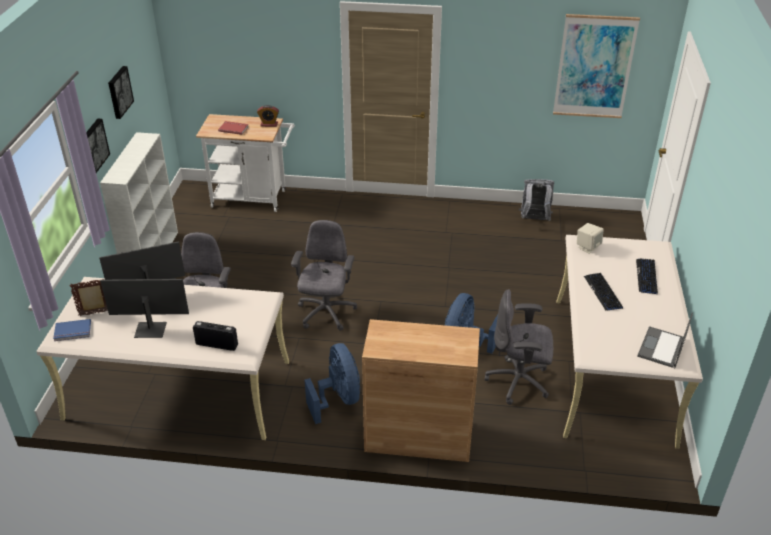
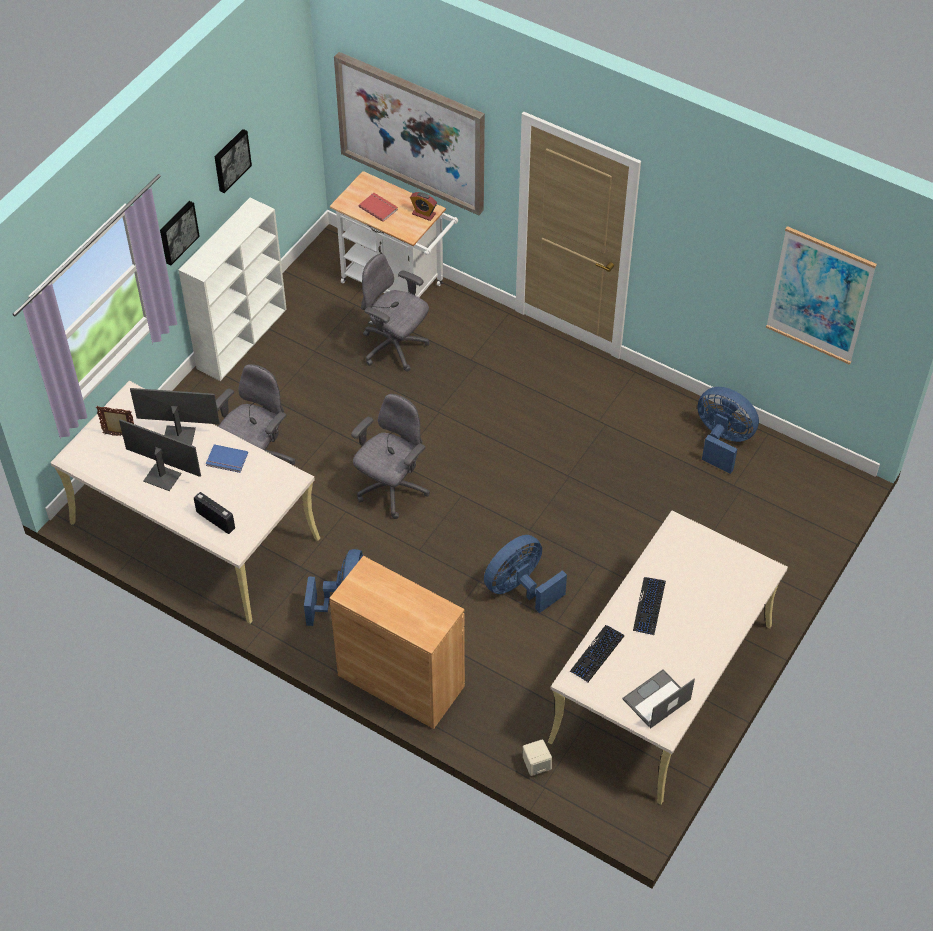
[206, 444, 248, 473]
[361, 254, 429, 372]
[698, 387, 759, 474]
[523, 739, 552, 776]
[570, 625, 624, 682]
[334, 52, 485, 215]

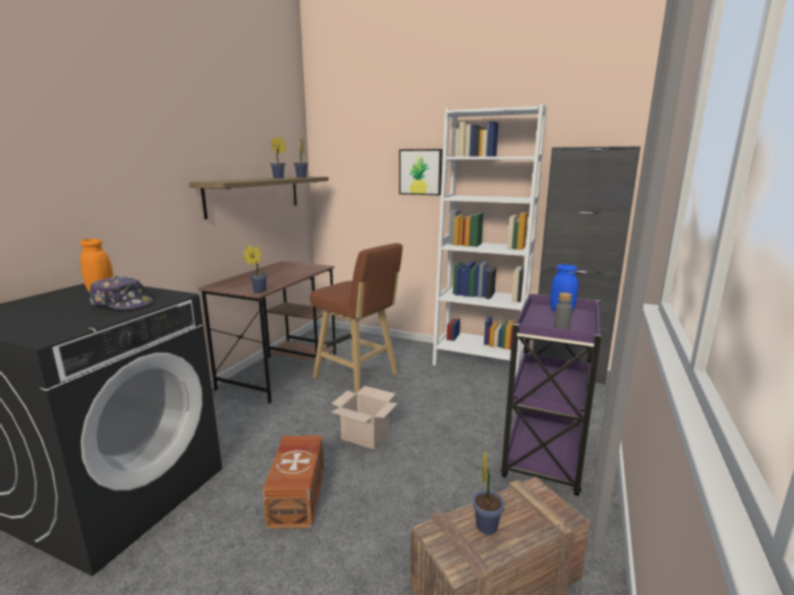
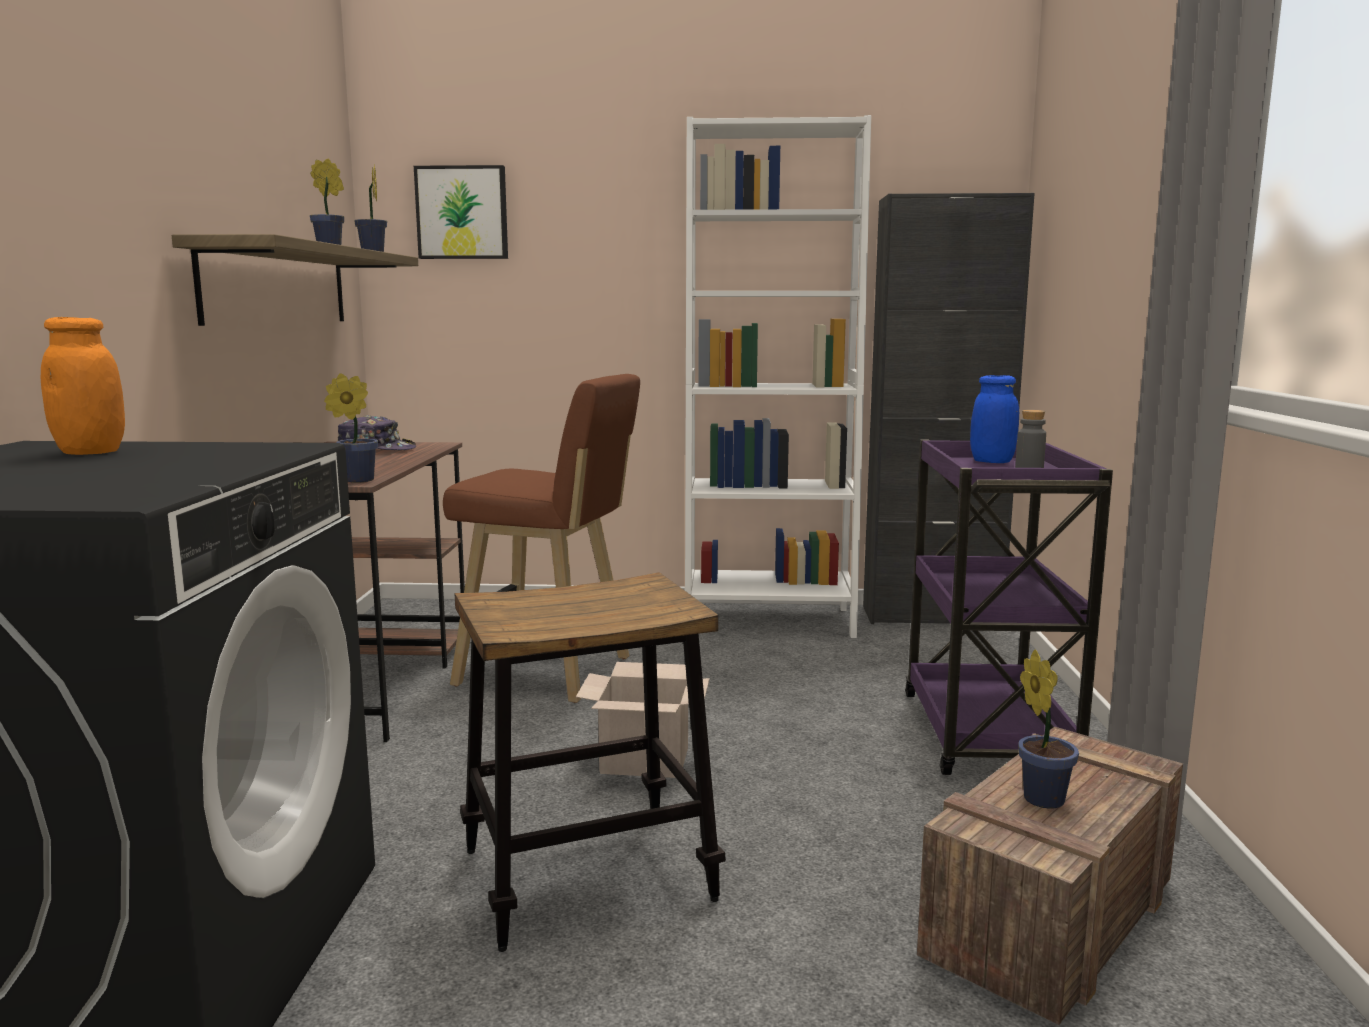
[338, 415, 416, 450]
[455, 572, 726, 952]
[414, 165, 508, 259]

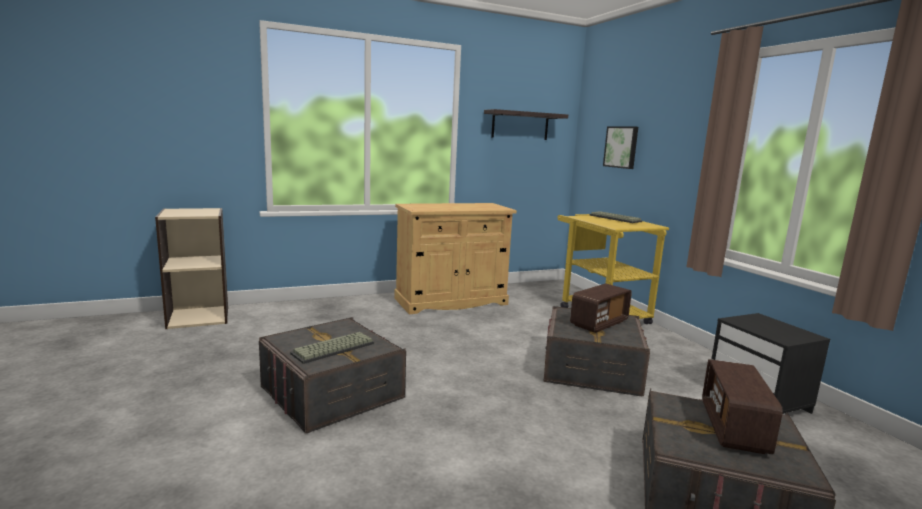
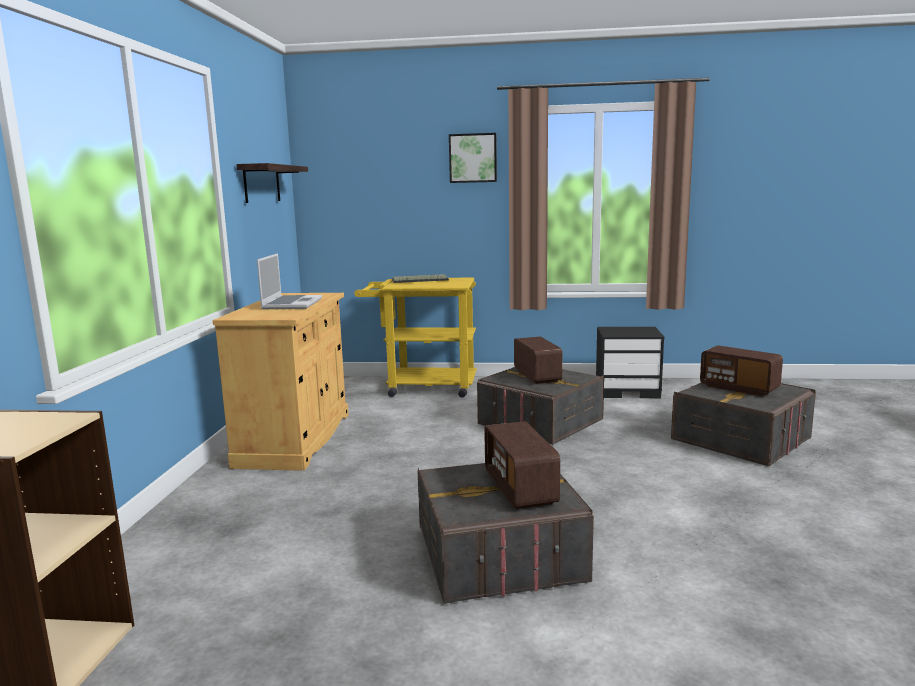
[484, 421, 560, 509]
[449, 133, 497, 183]
[257, 253, 322, 309]

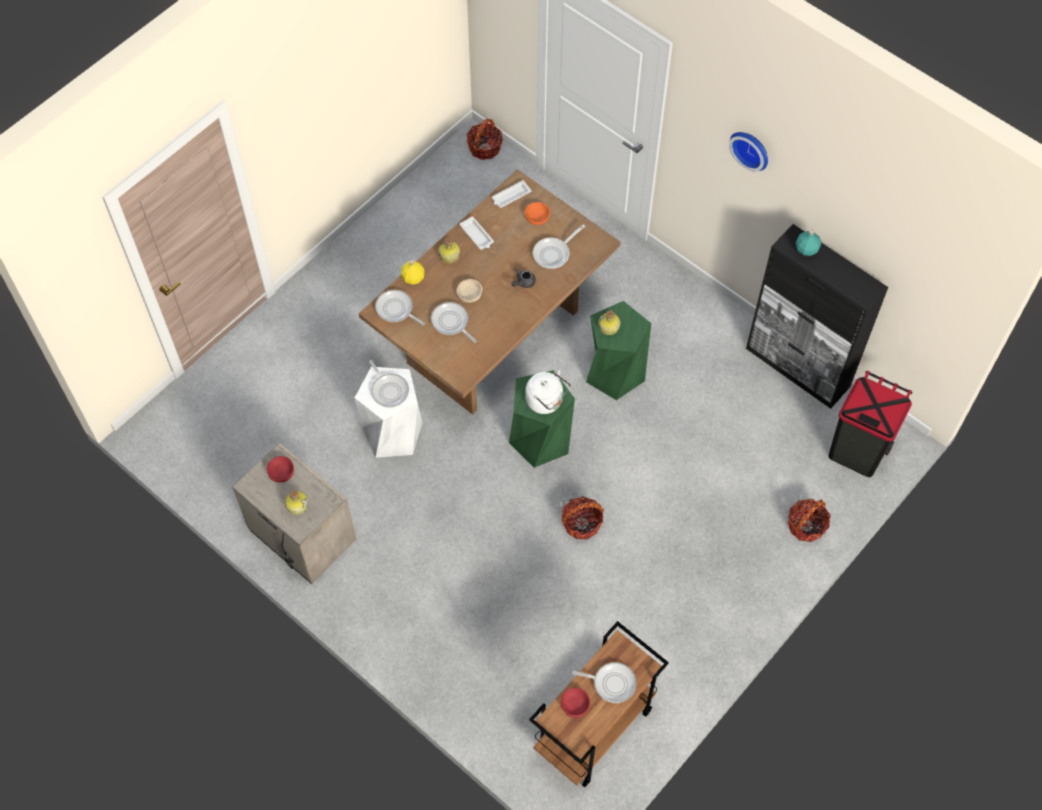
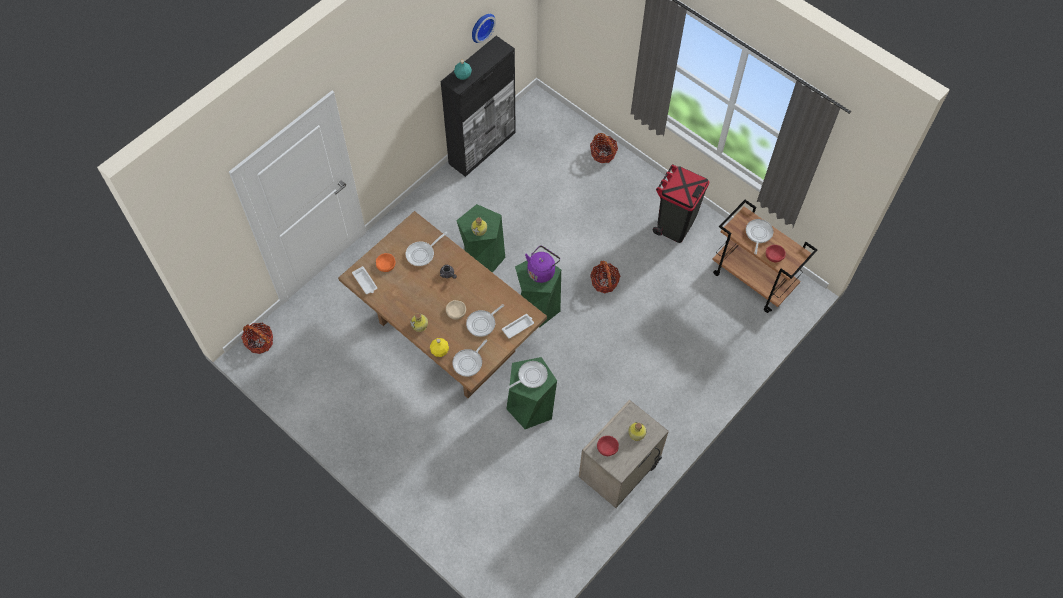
[506, 357, 557, 429]
[502, 314, 534, 339]
[525, 245, 560, 283]
[406, 232, 447, 266]
[472, 14, 496, 43]
[653, 164, 709, 243]

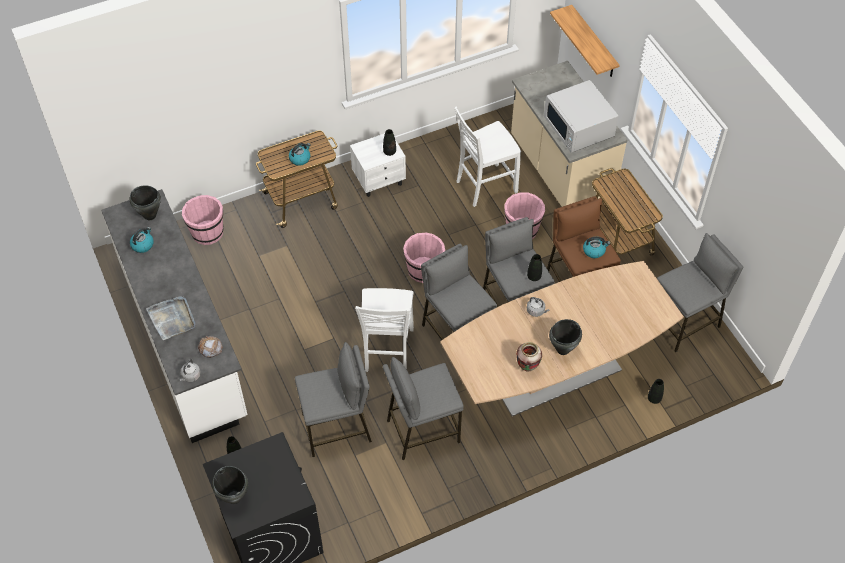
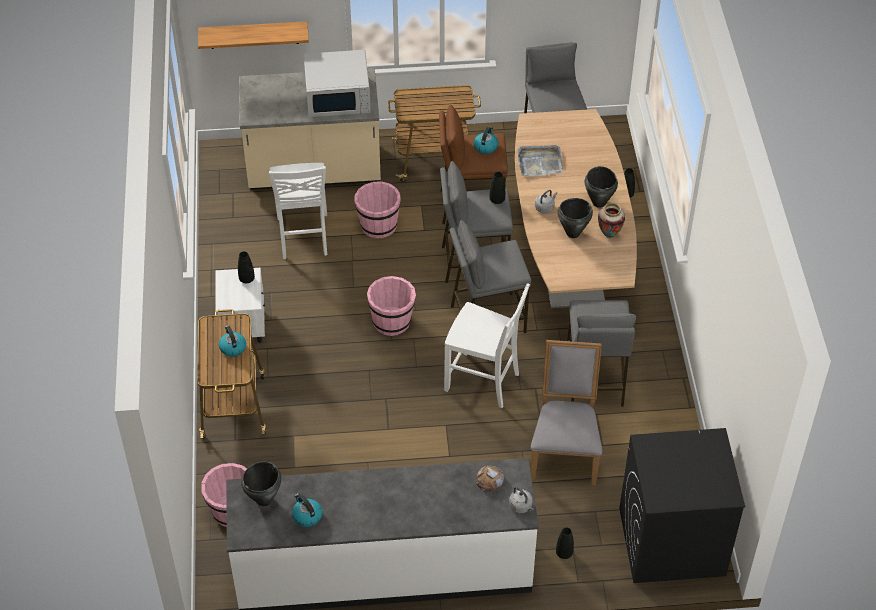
[518, 145, 563, 177]
[558, 198, 593, 238]
[531, 340, 602, 485]

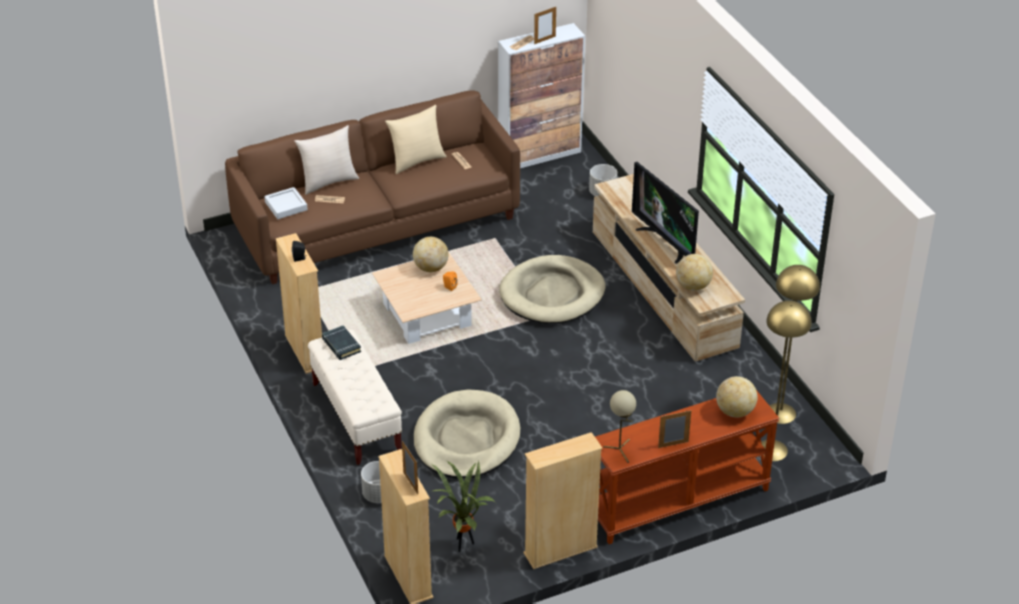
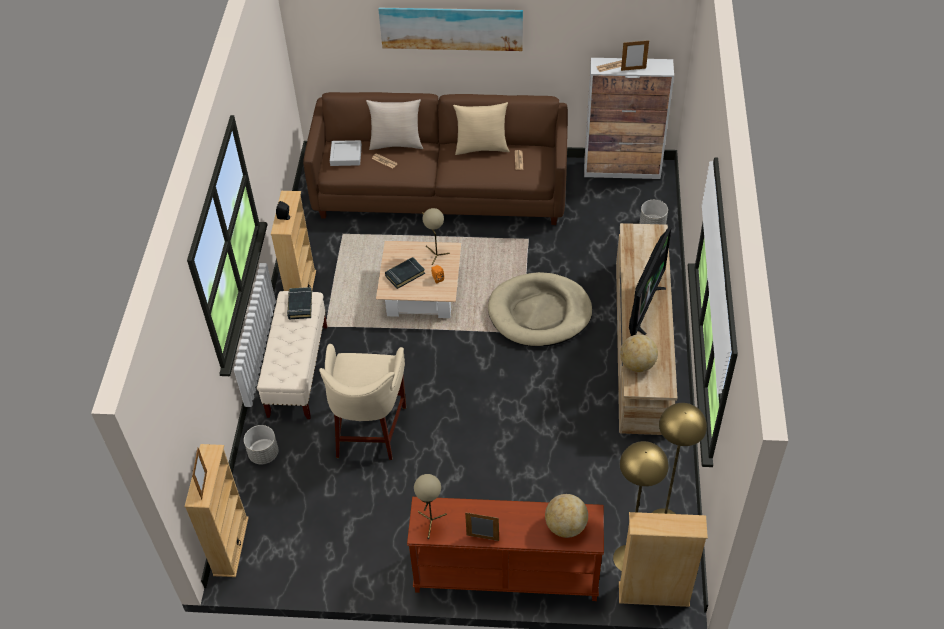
[422, 208, 450, 265]
[319, 344, 406, 460]
[432, 460, 495, 552] (first image)
[619, 512, 708, 607]
[629, 226, 672, 336]
[378, 8, 523, 51]
[385, 257, 425, 289]

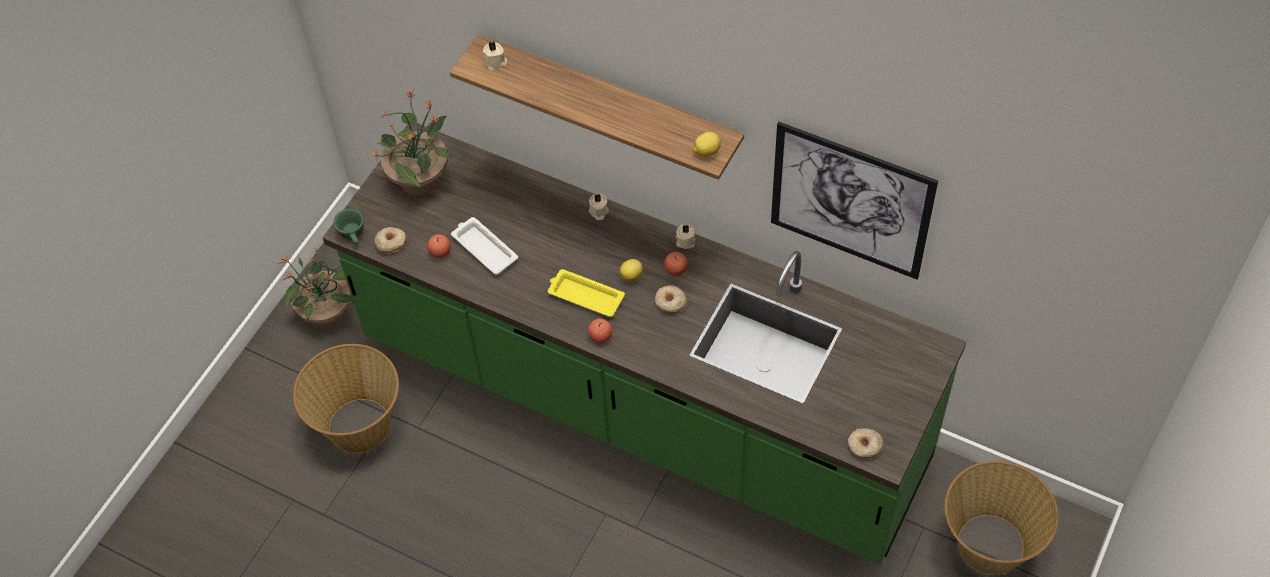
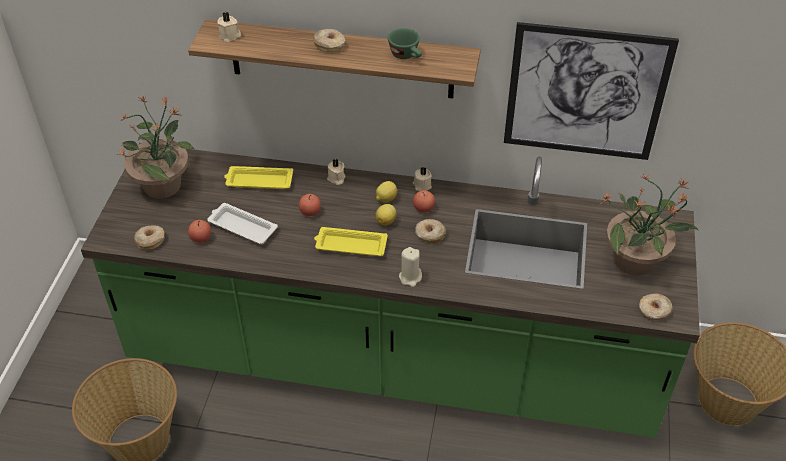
[601, 173, 698, 276]
[388, 28, 422, 59]
[299, 194, 321, 216]
[376, 181, 397, 202]
[224, 166, 293, 189]
[313, 29, 346, 53]
[399, 247, 422, 287]

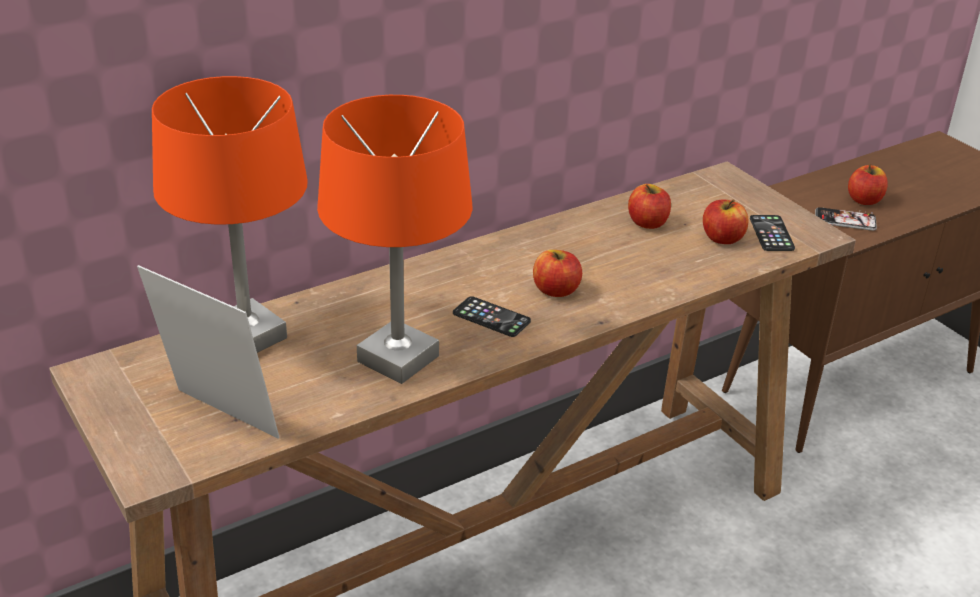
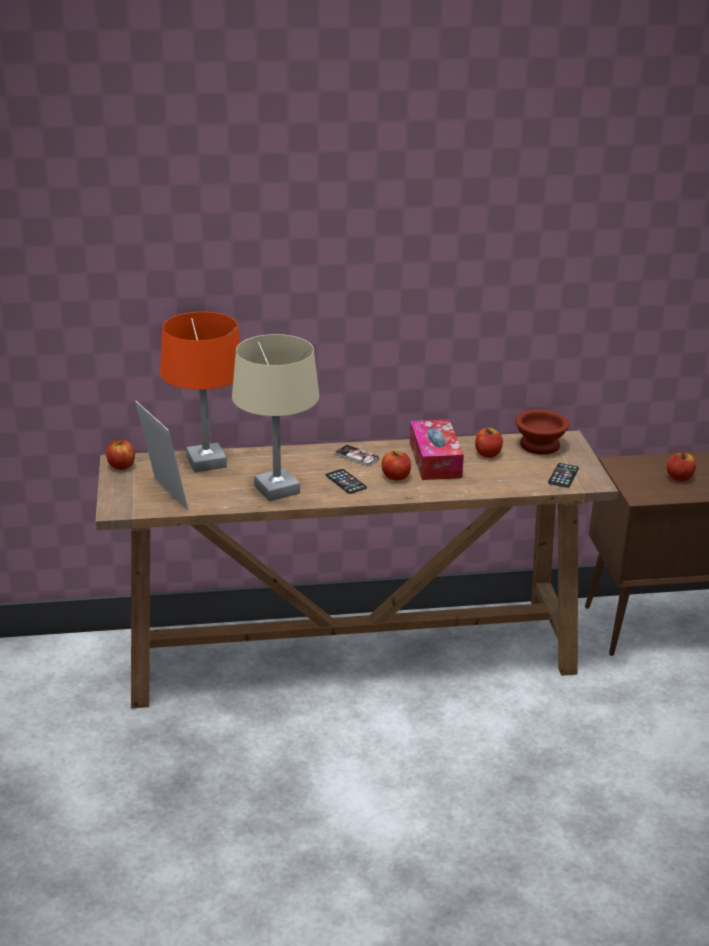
[232, 334, 319, 502]
[106, 439, 135, 470]
[335, 445, 380, 466]
[410, 419, 464, 480]
[515, 409, 569, 455]

